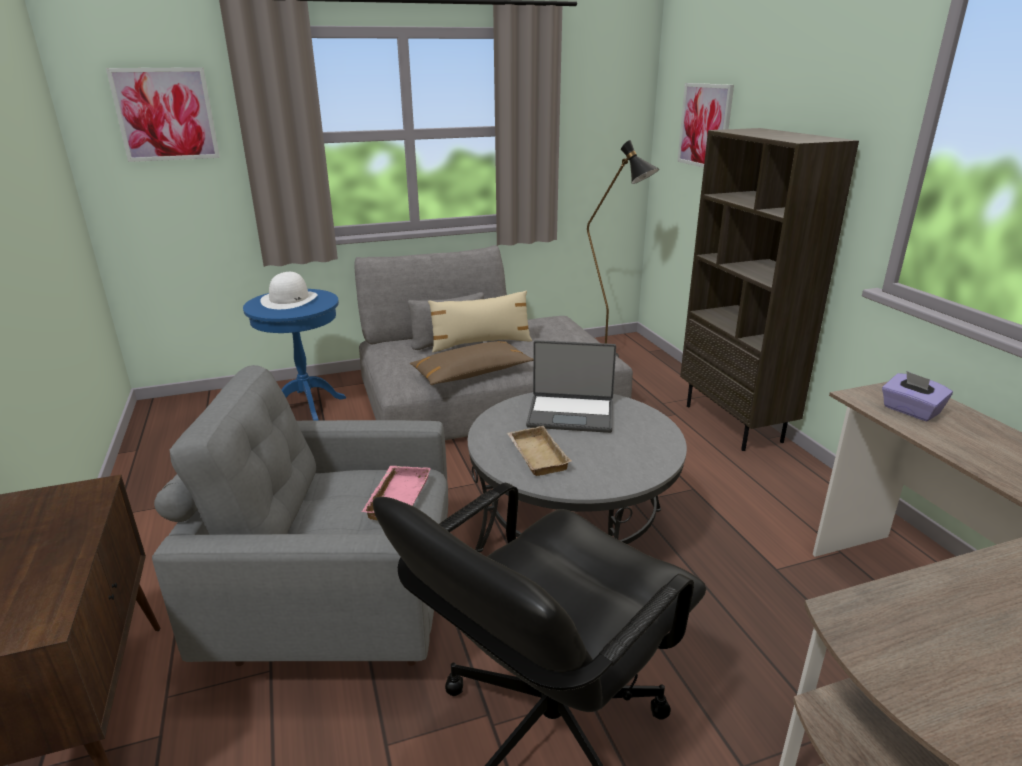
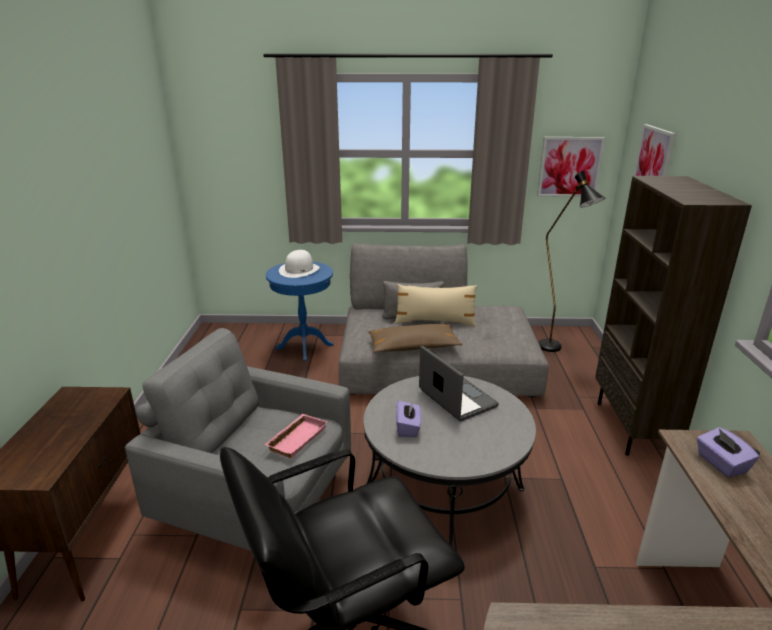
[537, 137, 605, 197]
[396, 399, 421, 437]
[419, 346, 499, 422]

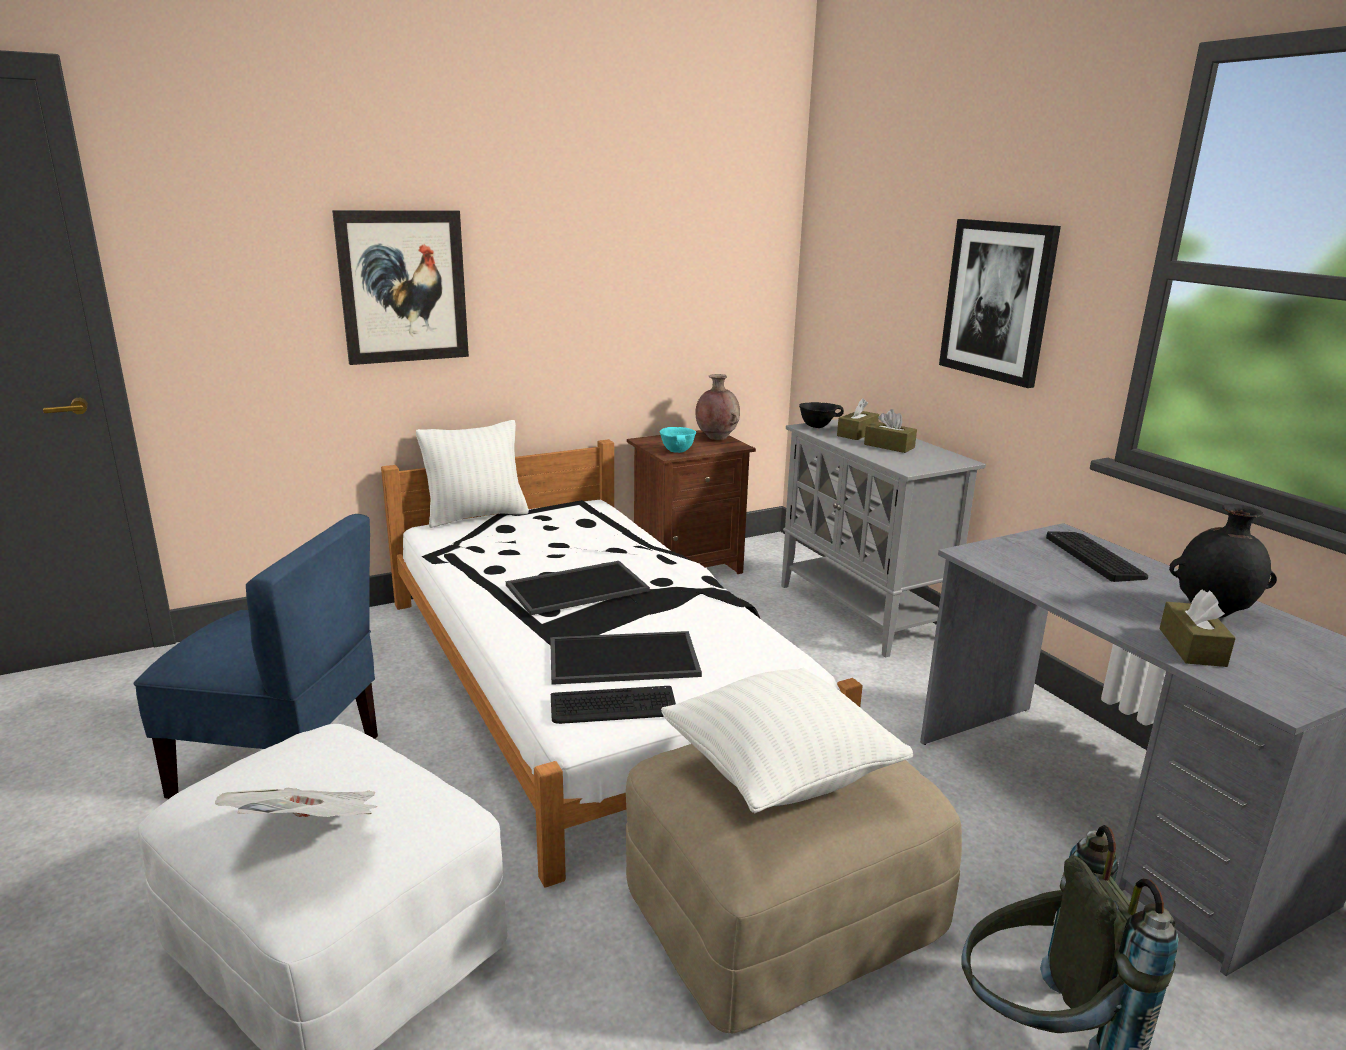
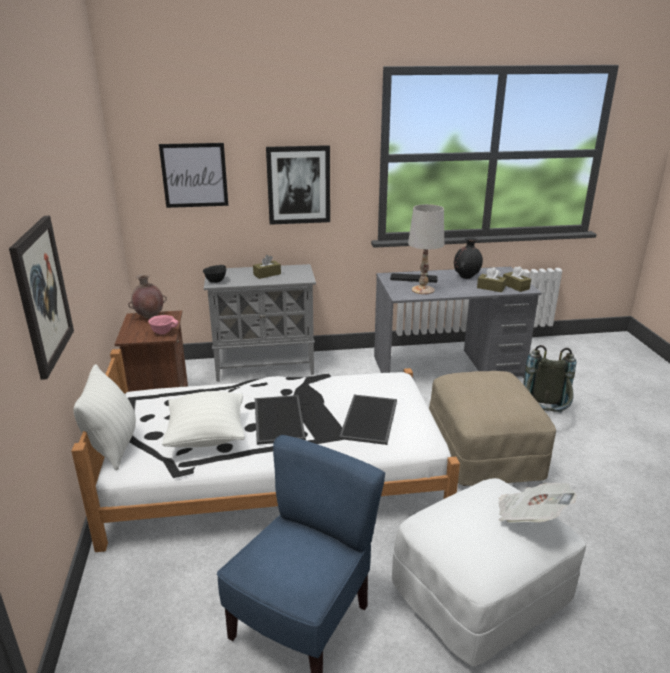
[551, 686, 676, 724] (first image)
[148, 315, 178, 335]
[162, 391, 245, 447]
[503, 266, 531, 292]
[159, 143, 228, 208]
[408, 204, 444, 295]

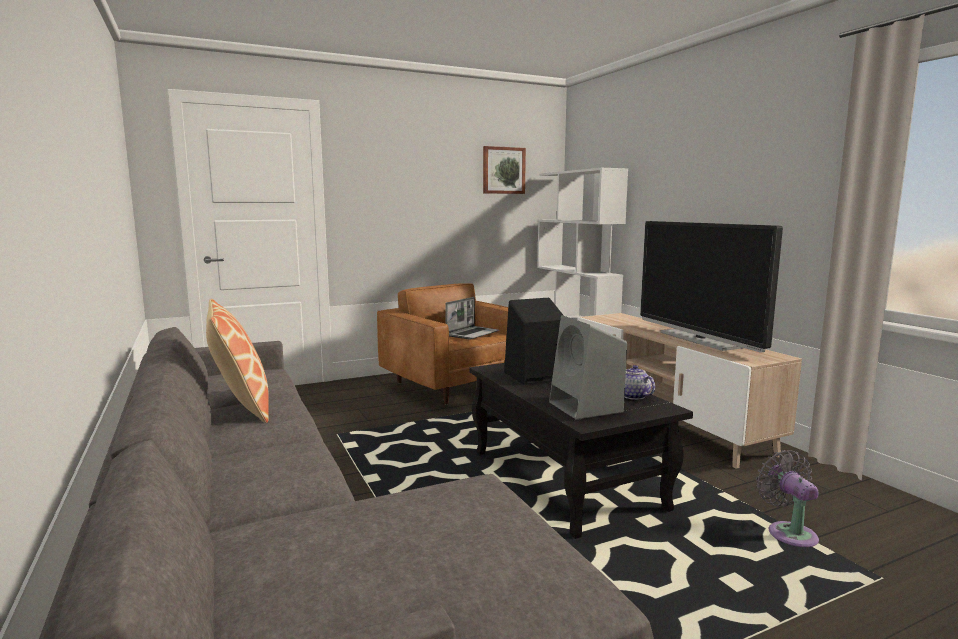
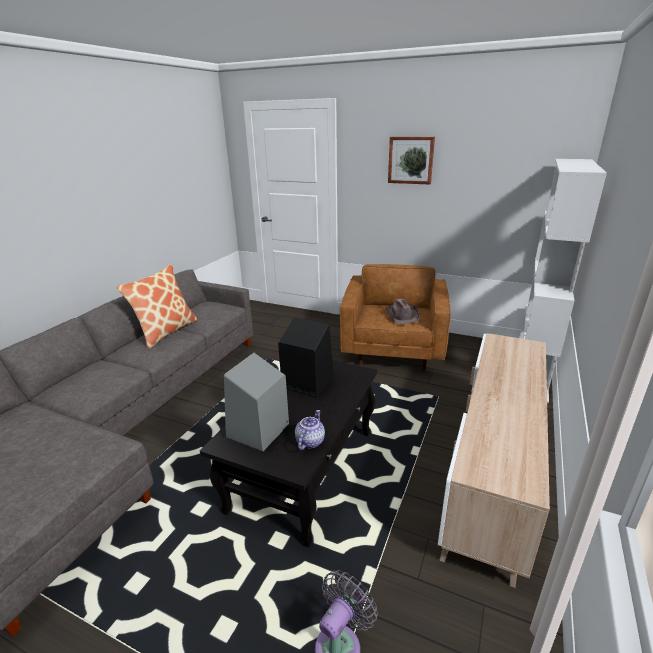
[386, 299, 420, 325]
[388, 137, 435, 185]
[640, 221, 783, 353] (first image)

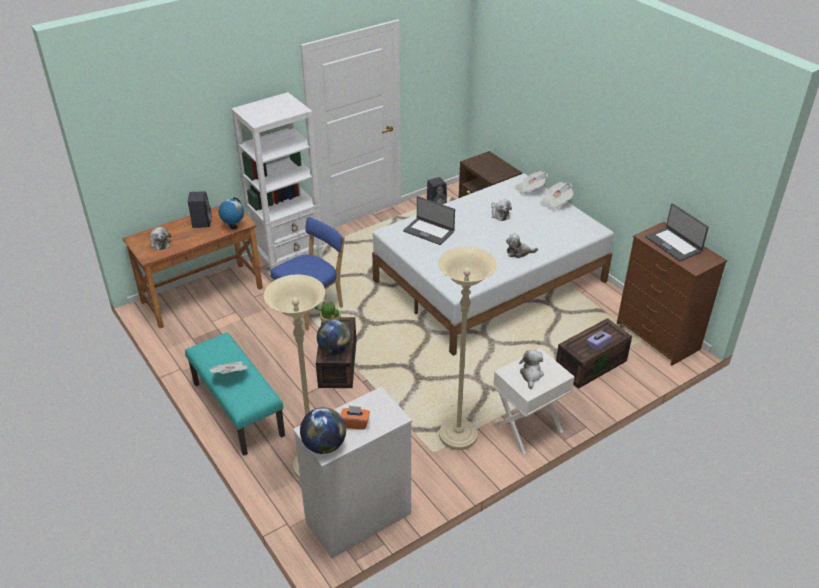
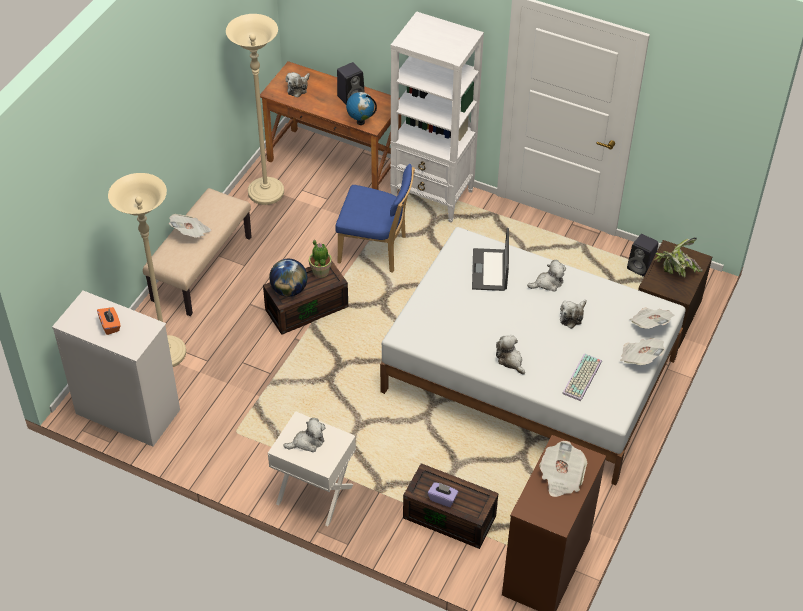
[143, 188, 252, 316]
[300, 407, 346, 454] (first image)
[226, 14, 284, 205]
[539, 441, 587, 497]
[527, 260, 566, 292]
[562, 353, 602, 401]
[651, 237, 703, 278]

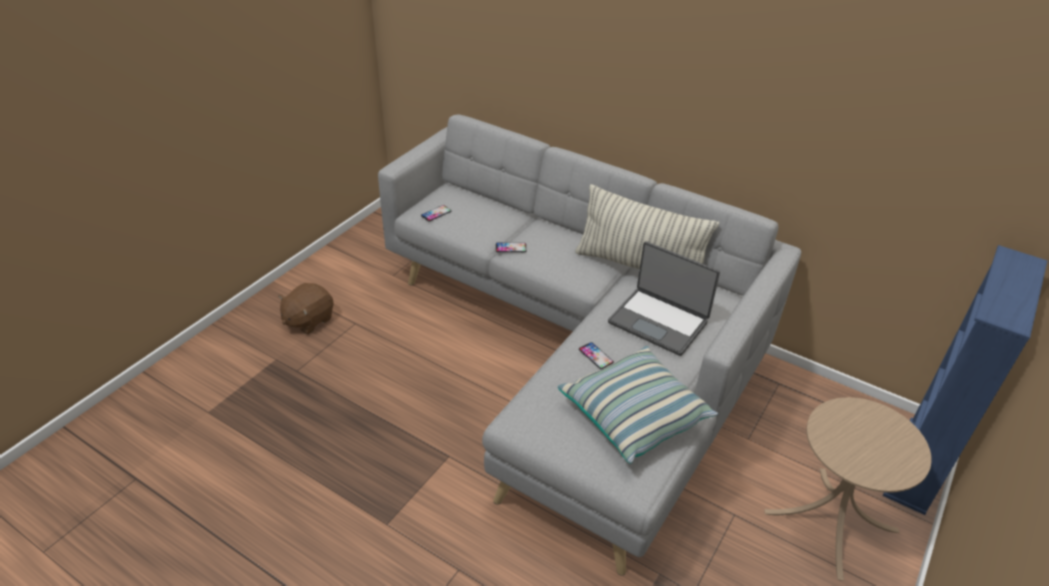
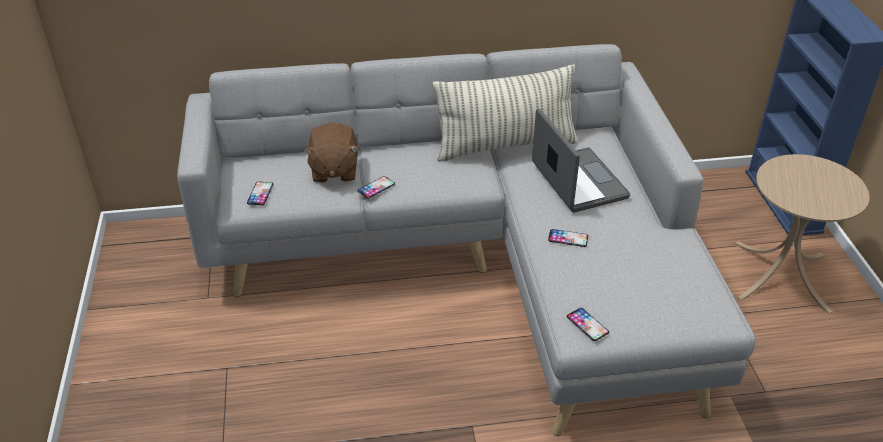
[303, 123, 359, 183]
[558, 346, 718, 464] (first image)
[532, 108, 630, 213]
[567, 308, 609, 341]

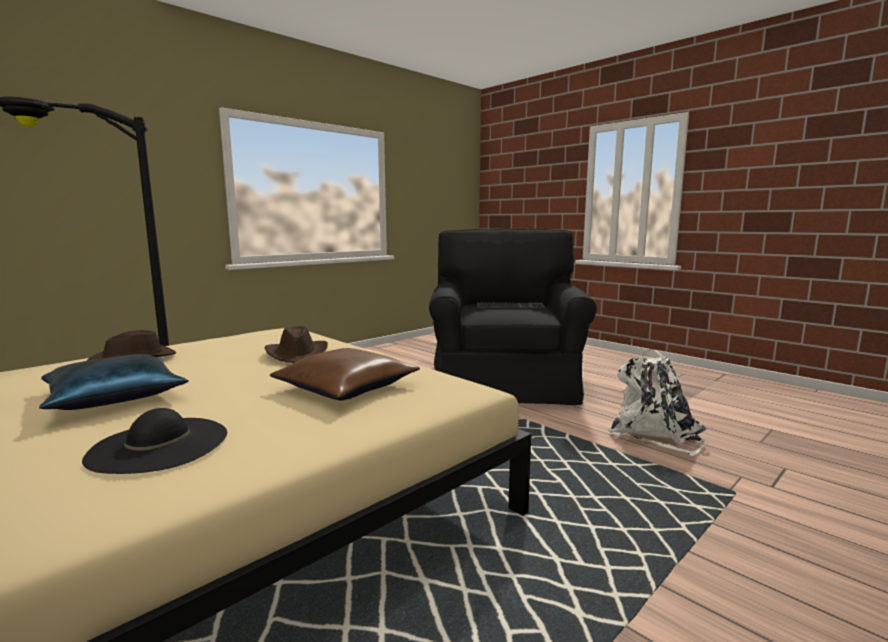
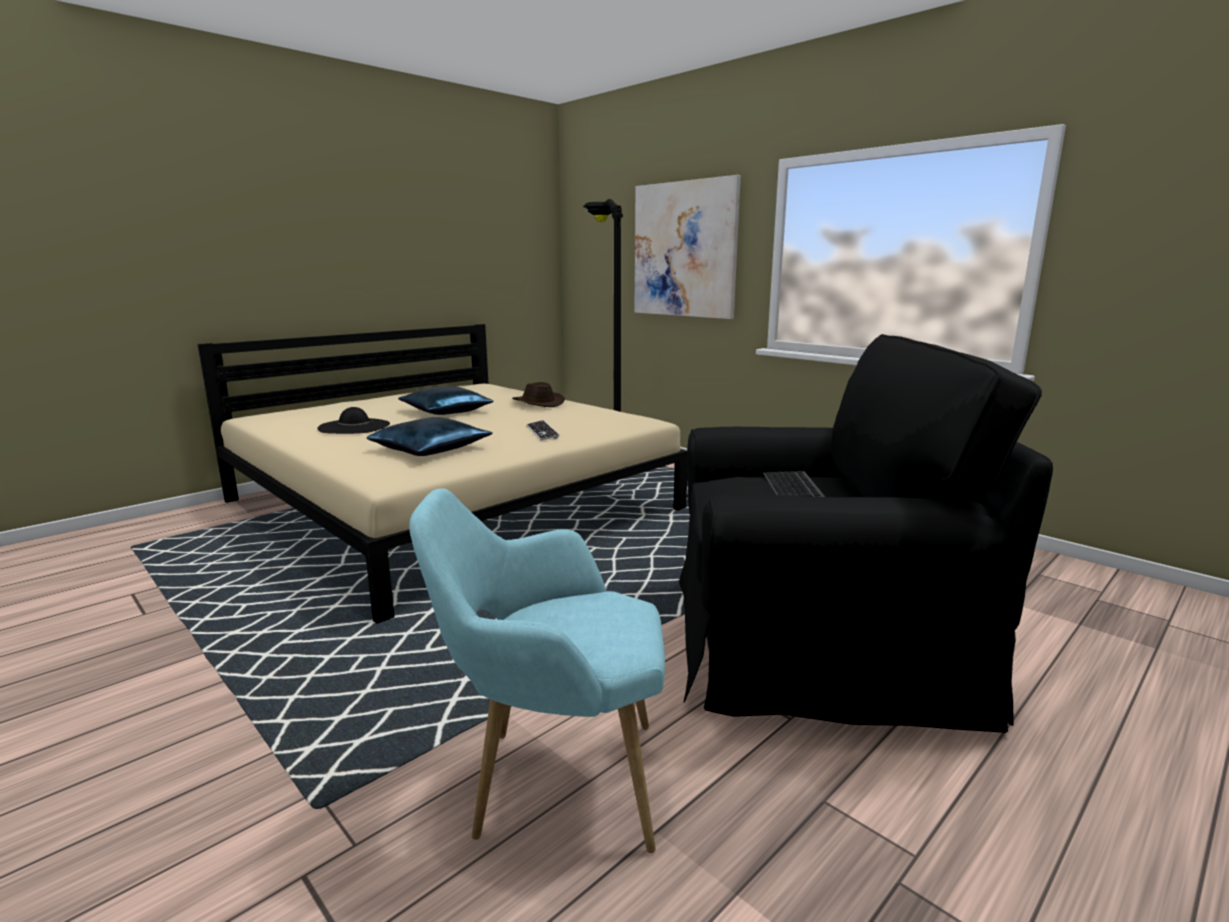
[526, 420, 560, 441]
[367, 417, 493, 456]
[409, 488, 665, 853]
[634, 175, 741, 319]

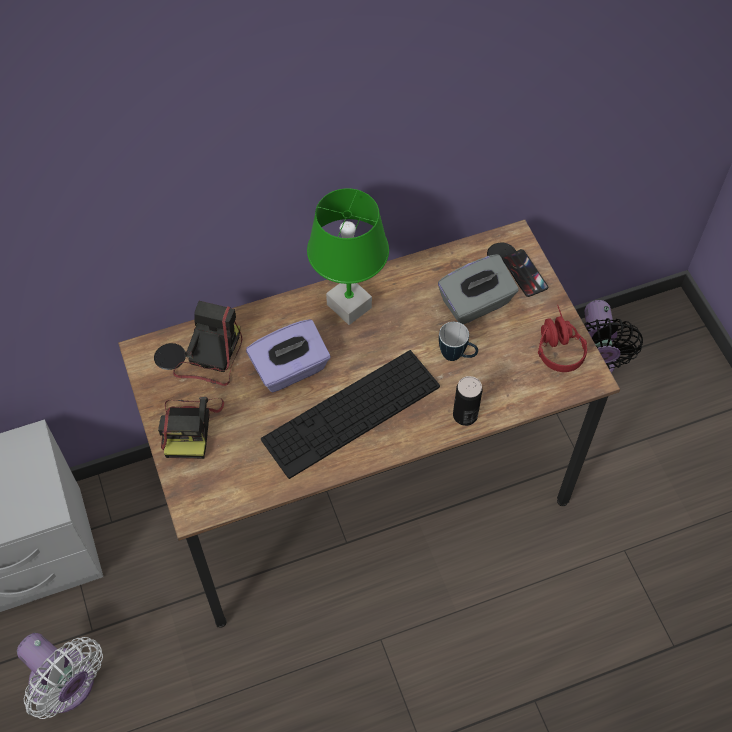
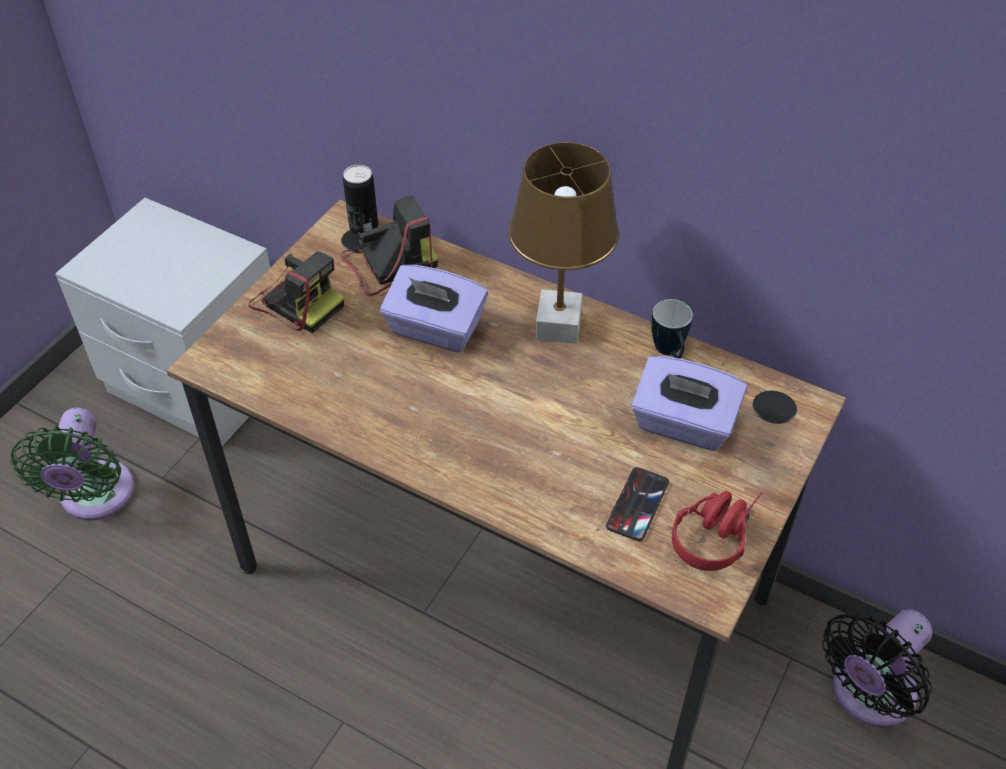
[10, 407, 135, 521]
[248, 251, 344, 333]
[261, 350, 440, 479] (first image)
[508, 142, 619, 344]
[631, 356, 747, 451]
[652, 299, 693, 359]
[343, 165, 378, 235]
[606, 467, 669, 541]

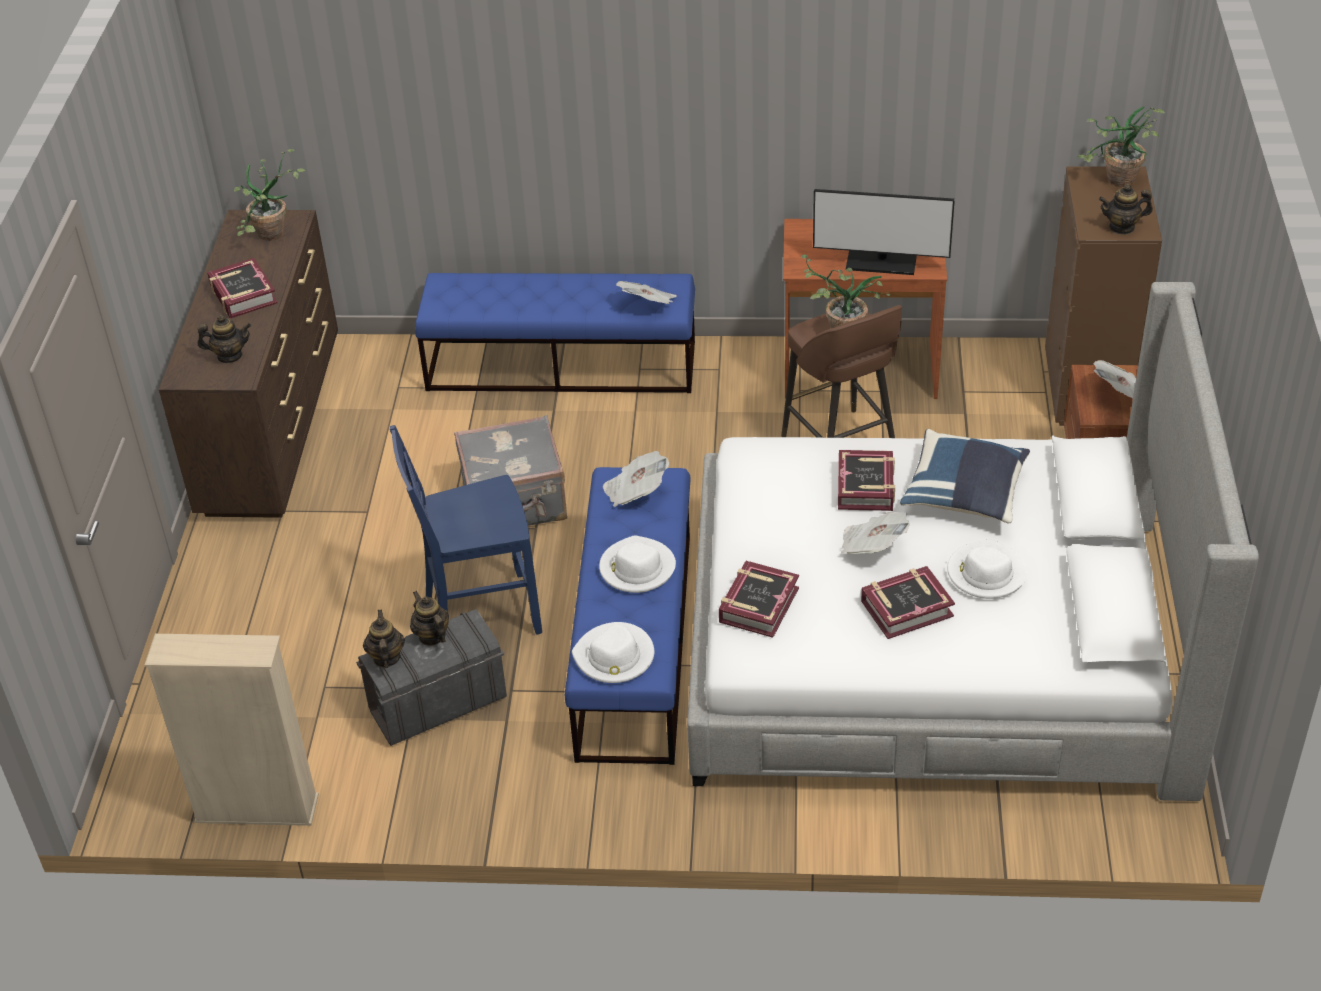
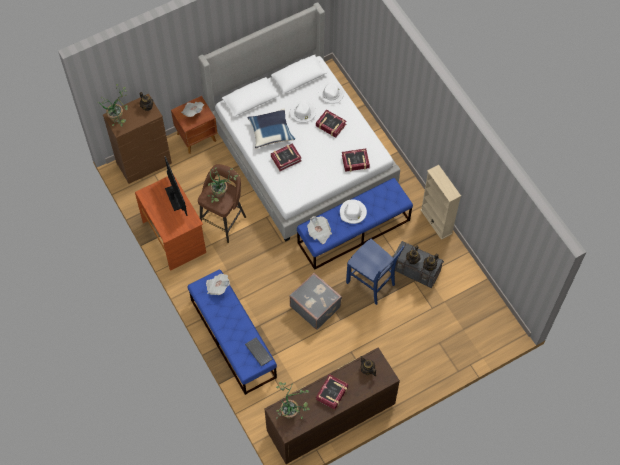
[420, 165, 461, 240]
[318, 82, 344, 104]
[841, 512, 910, 554] (first image)
[245, 338, 273, 366]

